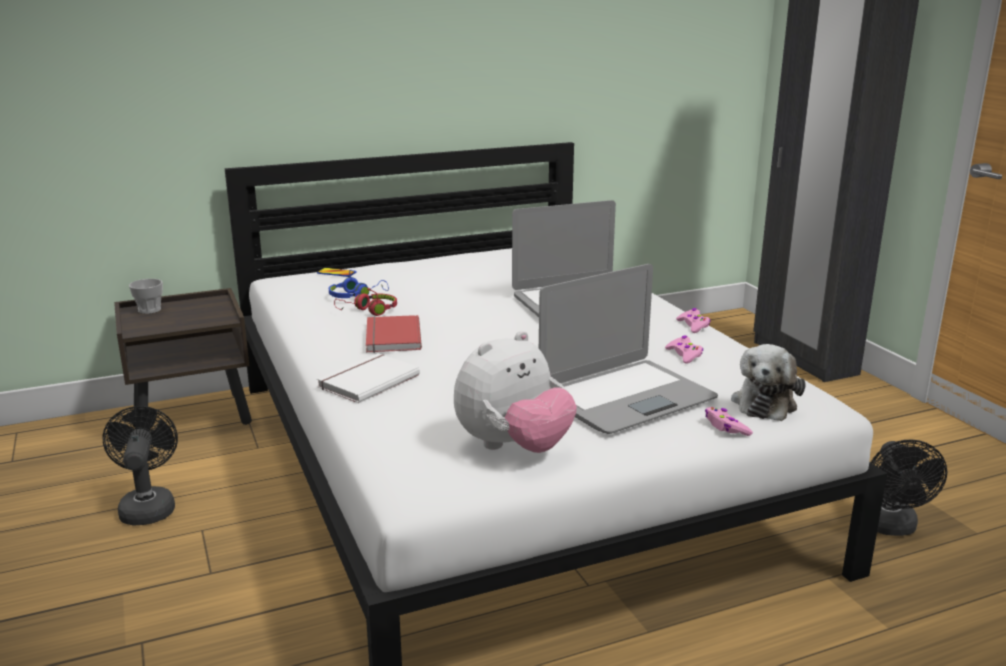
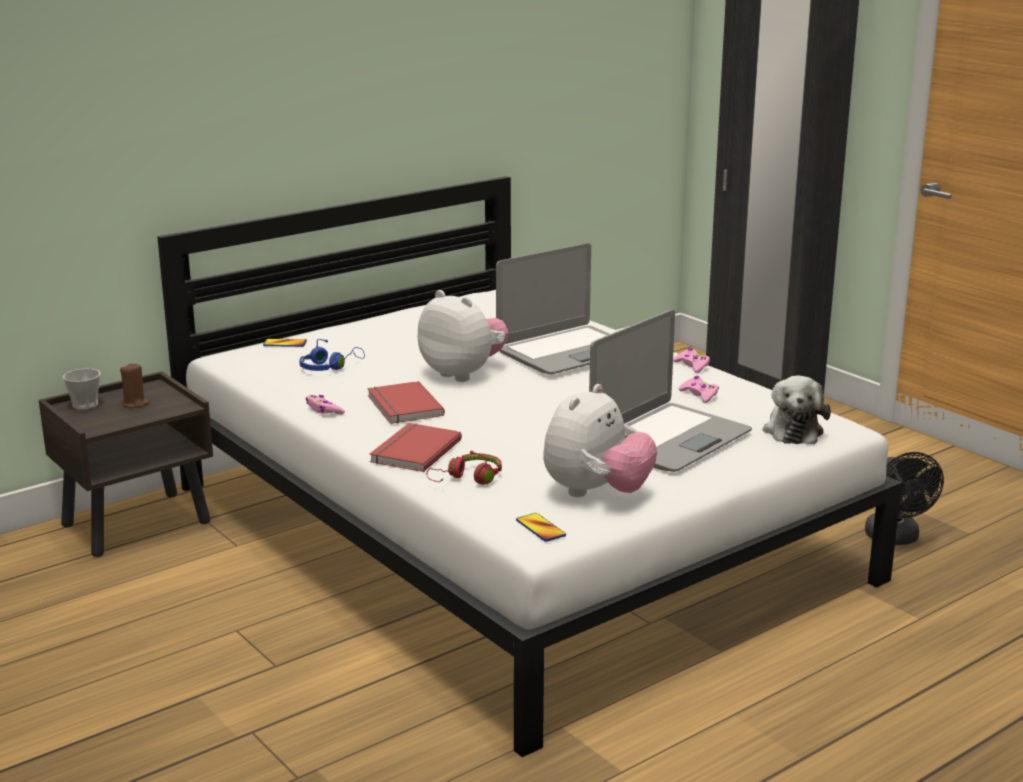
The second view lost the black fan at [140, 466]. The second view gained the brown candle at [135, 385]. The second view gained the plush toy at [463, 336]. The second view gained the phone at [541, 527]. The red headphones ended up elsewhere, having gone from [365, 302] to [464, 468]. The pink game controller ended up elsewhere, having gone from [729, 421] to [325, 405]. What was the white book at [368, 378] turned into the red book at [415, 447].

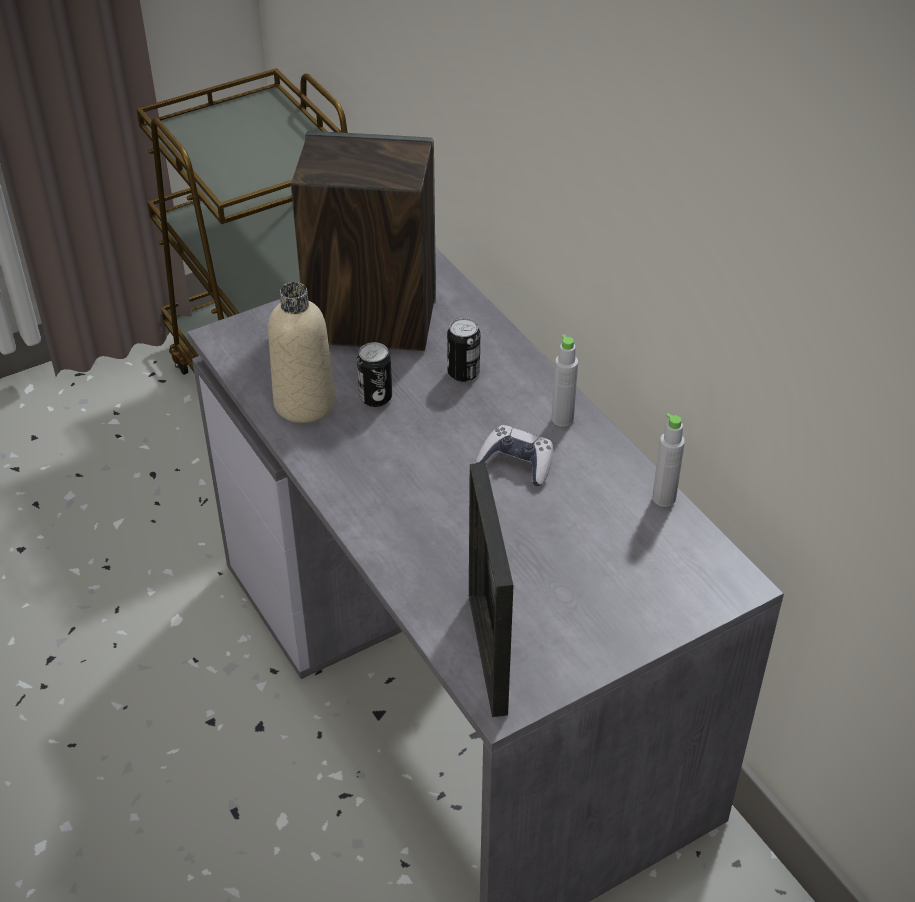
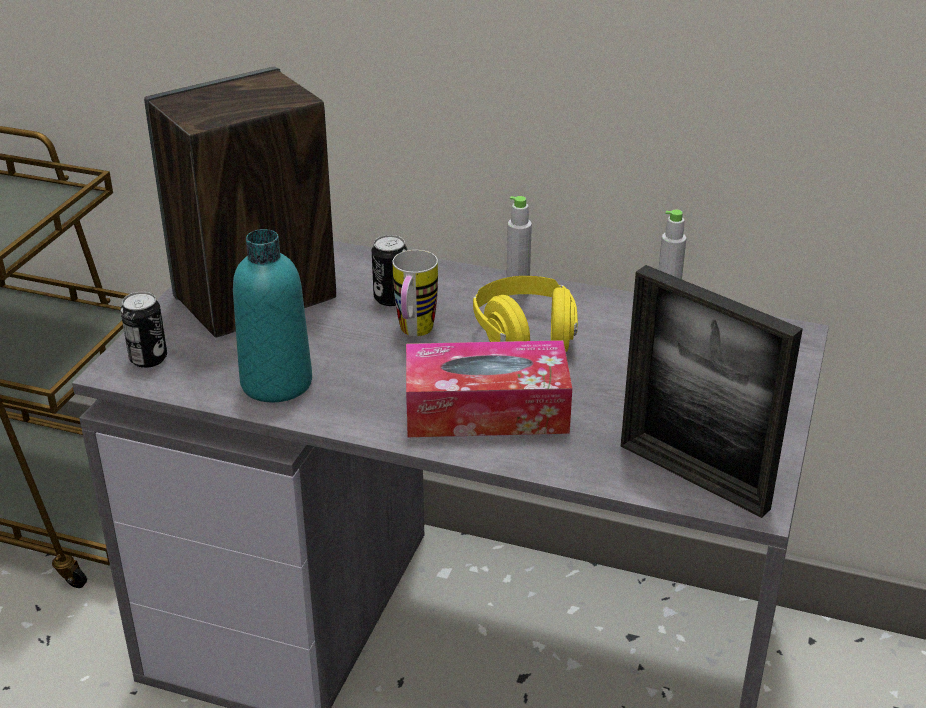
The second view gained the mug at [415, 293]. The second view gained the tissue box at [489, 388]. The can ended up elsewhere, having gone from [374, 374] to [143, 330]. Where the game controller stood at [514, 455], the yellow headphones came to stand at [525, 314]. What was the beige bottle at [301, 352] turned into the turquoise bottle at [272, 315].

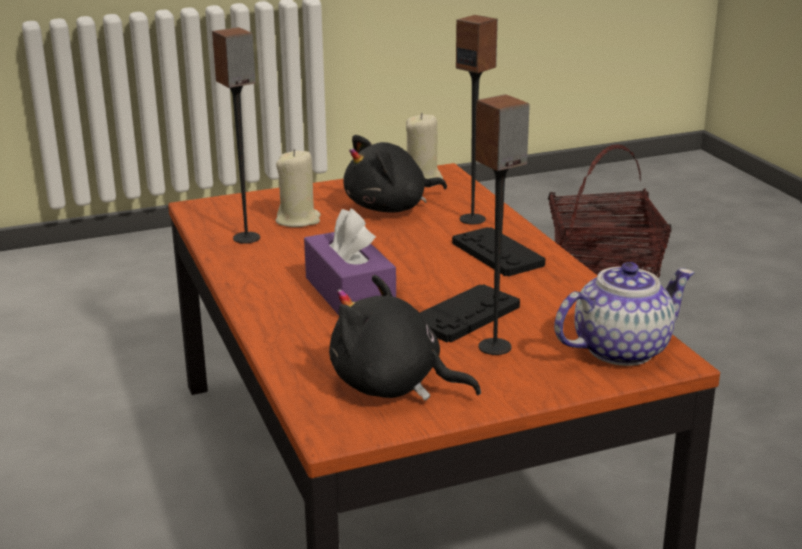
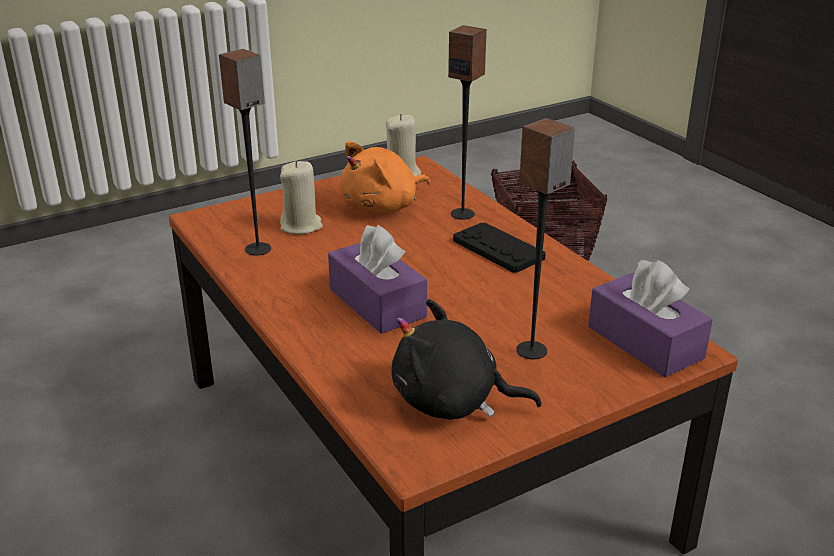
The second view lost the black game controller at [470, 313]. Where the teapot stood at [624, 314], the purple tissue box came to stand at [650, 318]. What was the black plush toy at [395, 174] turned into the orange plush toy at [384, 177].

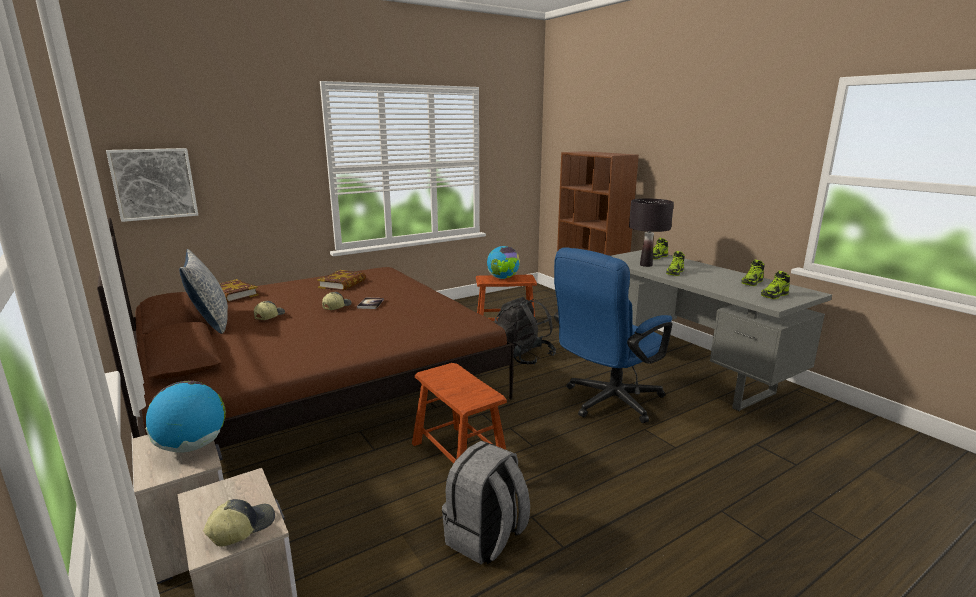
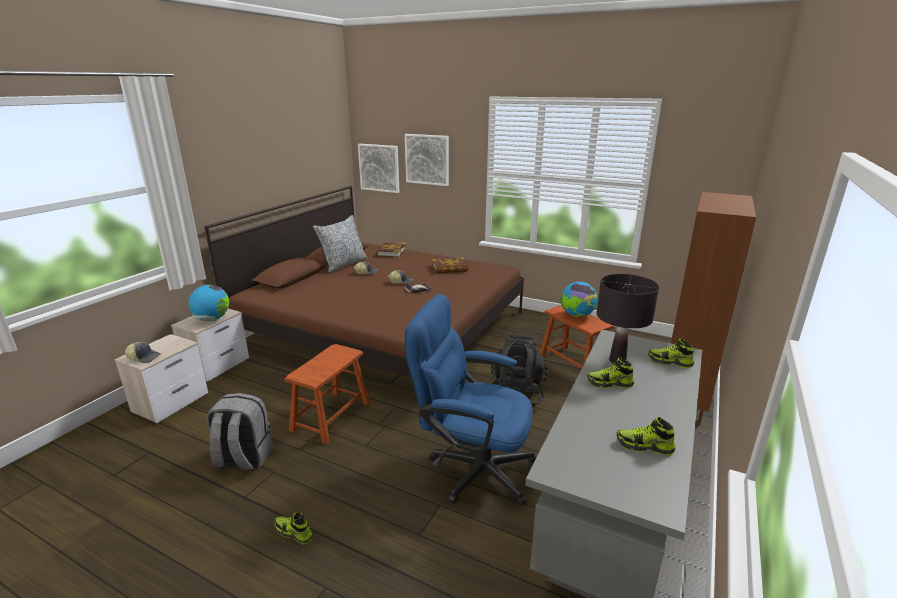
The second view gained the picture at [427, 160]. The shoe ended up elsewhere, having gone from [775, 285] to [294, 528].

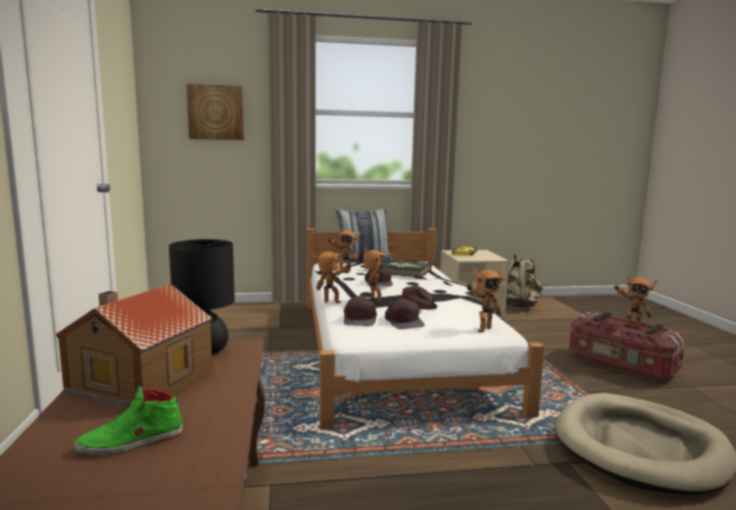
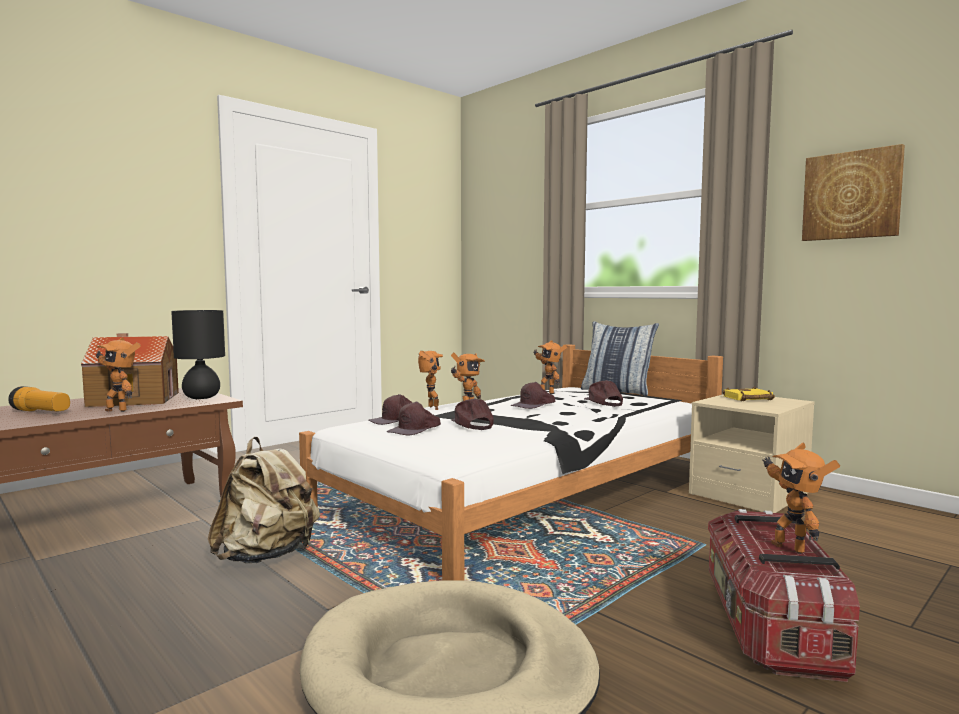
The picture ended up elsewhere, having gone from [215, 112] to [853, 192]. The toy robot ended up elsewhere, having gone from [486, 300] to [118, 374]. The beige backpack ended up elsewhere, having gone from [524, 281] to [264, 500]. Where the green shoe stood at [128, 421], the flashlight came to stand at [39, 399]. Where the book stood at [407, 268], the brown cap came to stand at [603, 393].

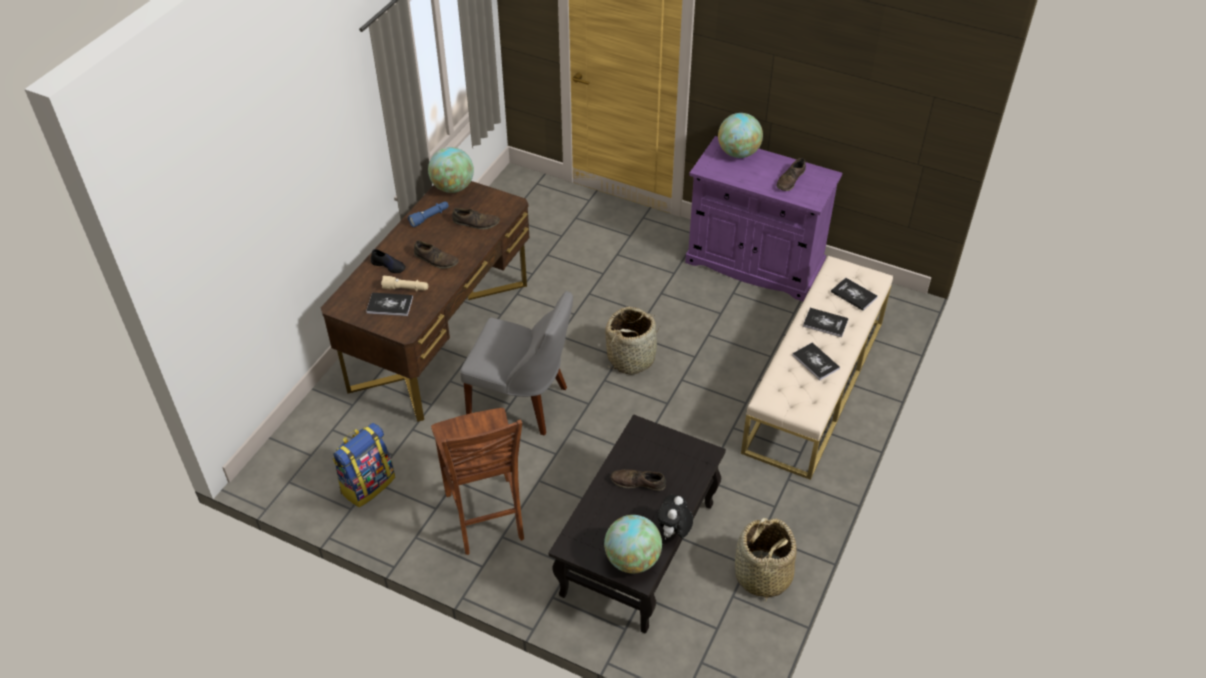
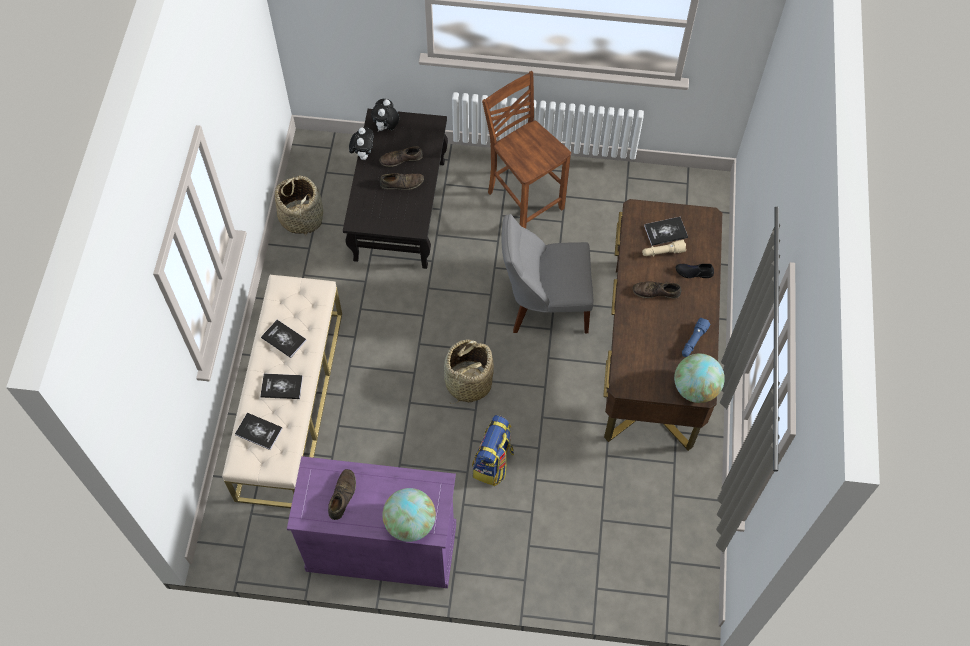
The backpack ended up elsewhere, having gone from [363, 465] to [493, 450]. The brown shoe ended up elsewhere, having gone from [476, 218] to [401, 156]. Where the globe stood at [633, 544], the plush toy came to stand at [385, 115].

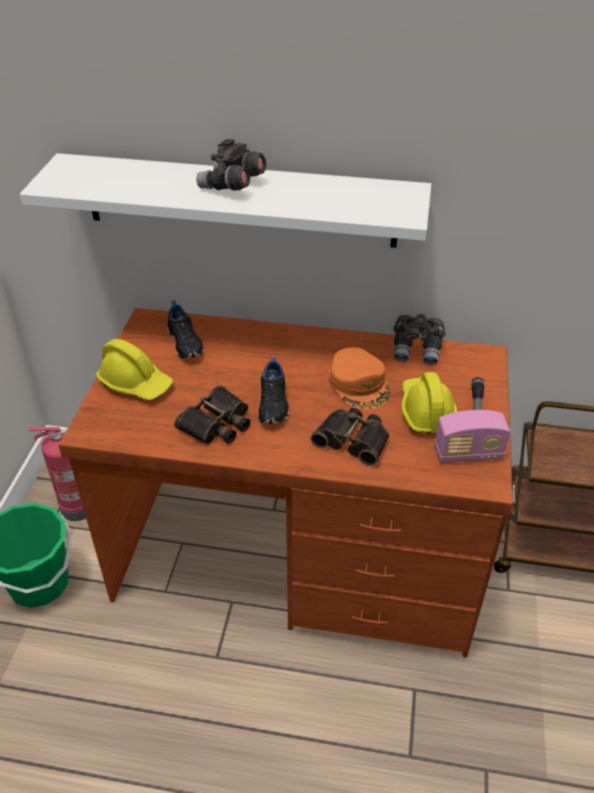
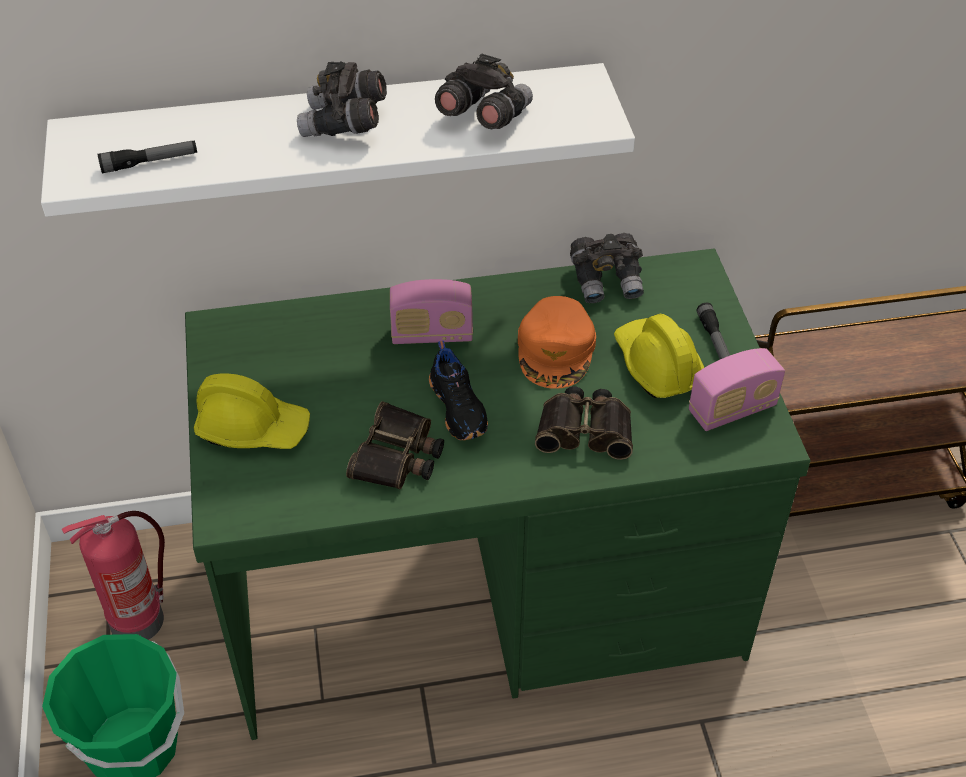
The second view lost the black shoe at [185, 330]. The second view gained the flashlight at [147, 157]. The second view gained the radio at [431, 311]. The second view gained the grey binoculars at [484, 91]. What was the brown desk at [285, 482] turned into the green desk at [498, 494]. The orange cap at [359, 378] ended up facing another way, 45 degrees clockwise from before.

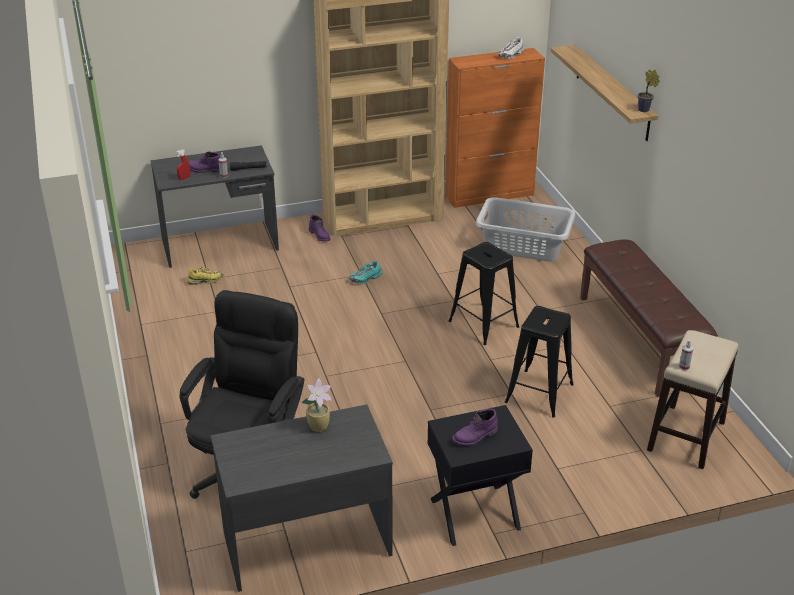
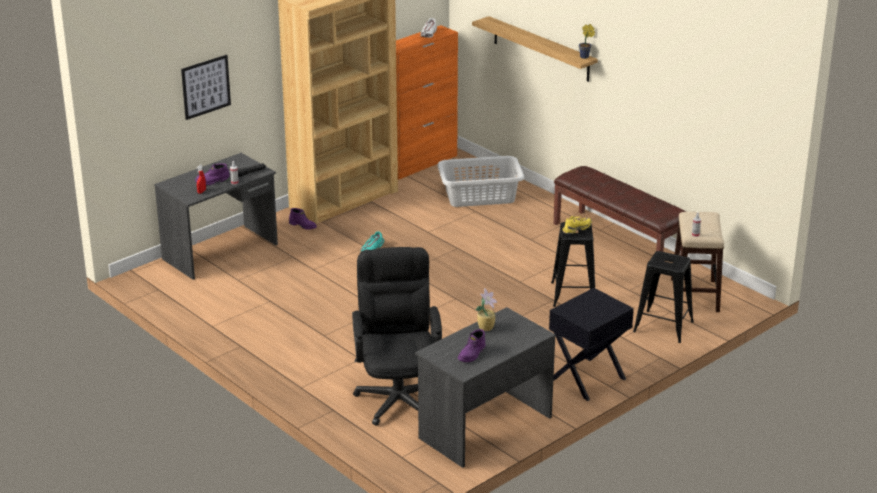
The second view gained the picture at [206, 87]. The yellow shoe ended up elsewhere, having gone from [205, 276] to [577, 225]. The black stool ended up elsewhere, having gone from [484, 293] to [663, 297]. The purple boot ended up elsewhere, having gone from [474, 427] to [472, 345].

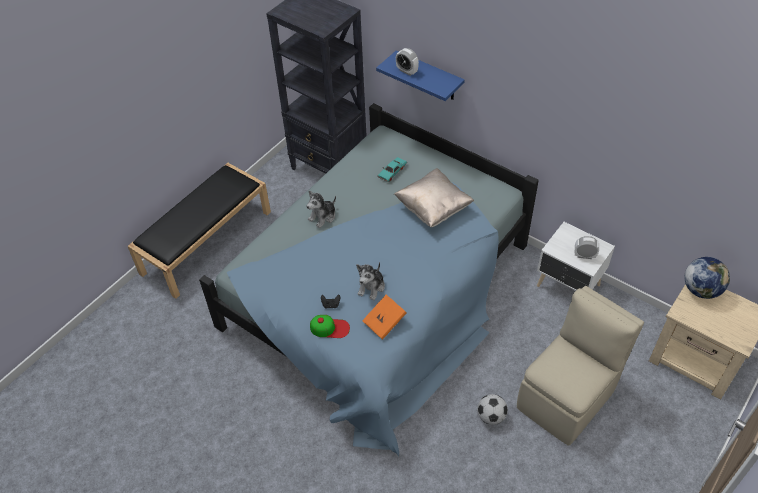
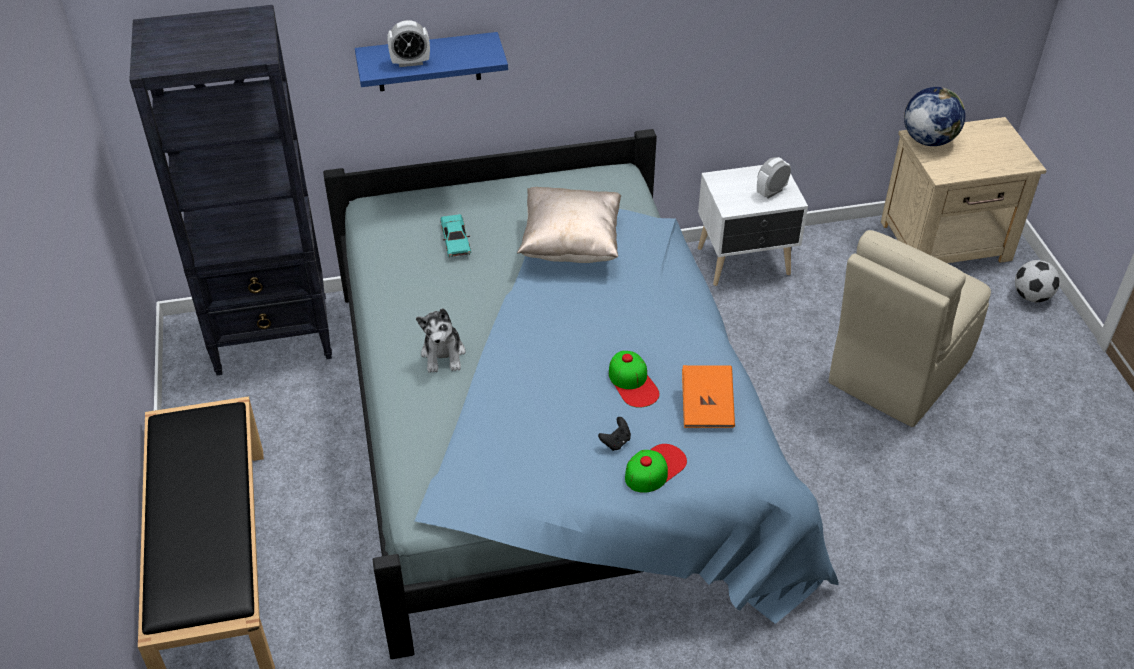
The football ended up elsewhere, having gone from [492, 409] to [1037, 281]. Where the plush toy stood at [370, 281], the cap came to stand at [634, 379]. The beige chair at [580, 366] ended up facing another way, 135 degrees counterclockwise from before.

